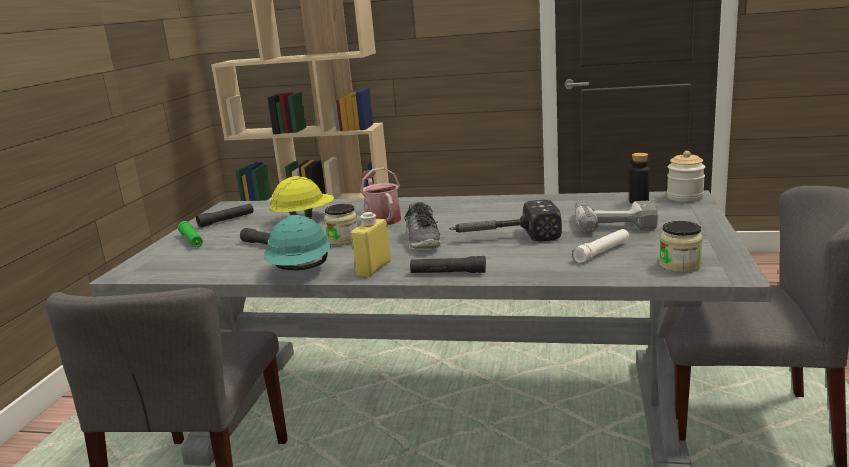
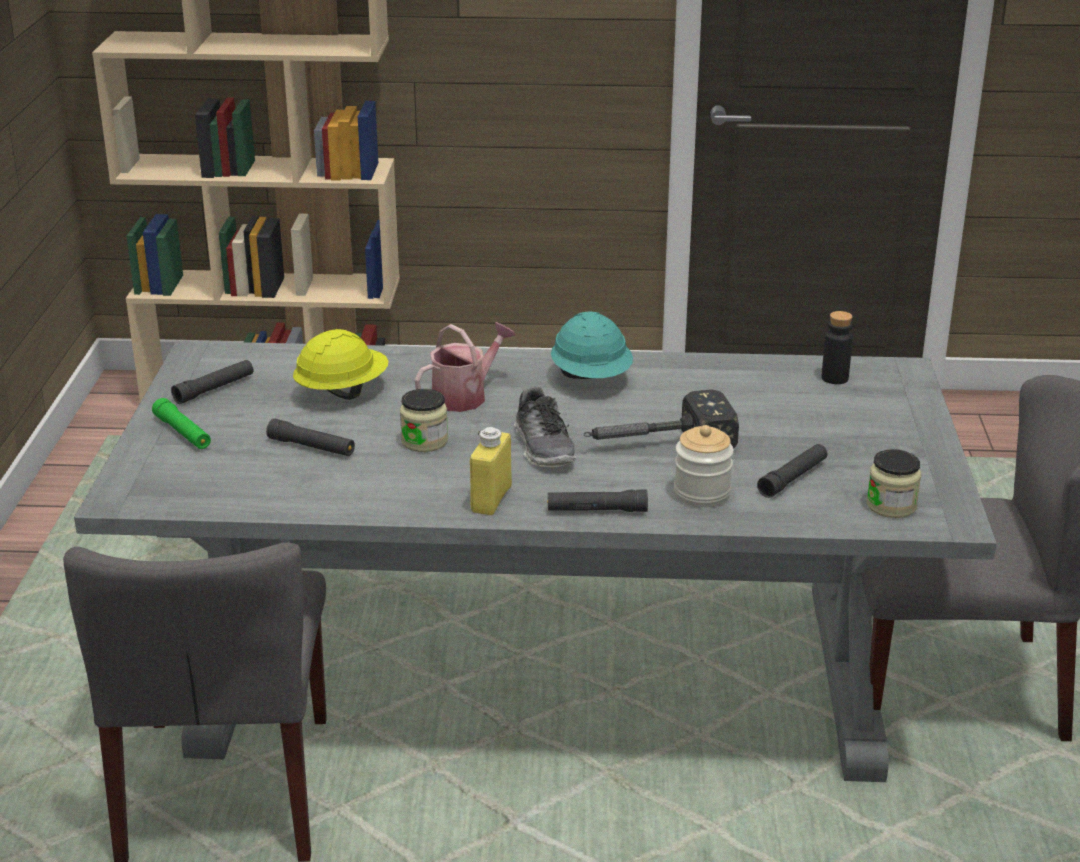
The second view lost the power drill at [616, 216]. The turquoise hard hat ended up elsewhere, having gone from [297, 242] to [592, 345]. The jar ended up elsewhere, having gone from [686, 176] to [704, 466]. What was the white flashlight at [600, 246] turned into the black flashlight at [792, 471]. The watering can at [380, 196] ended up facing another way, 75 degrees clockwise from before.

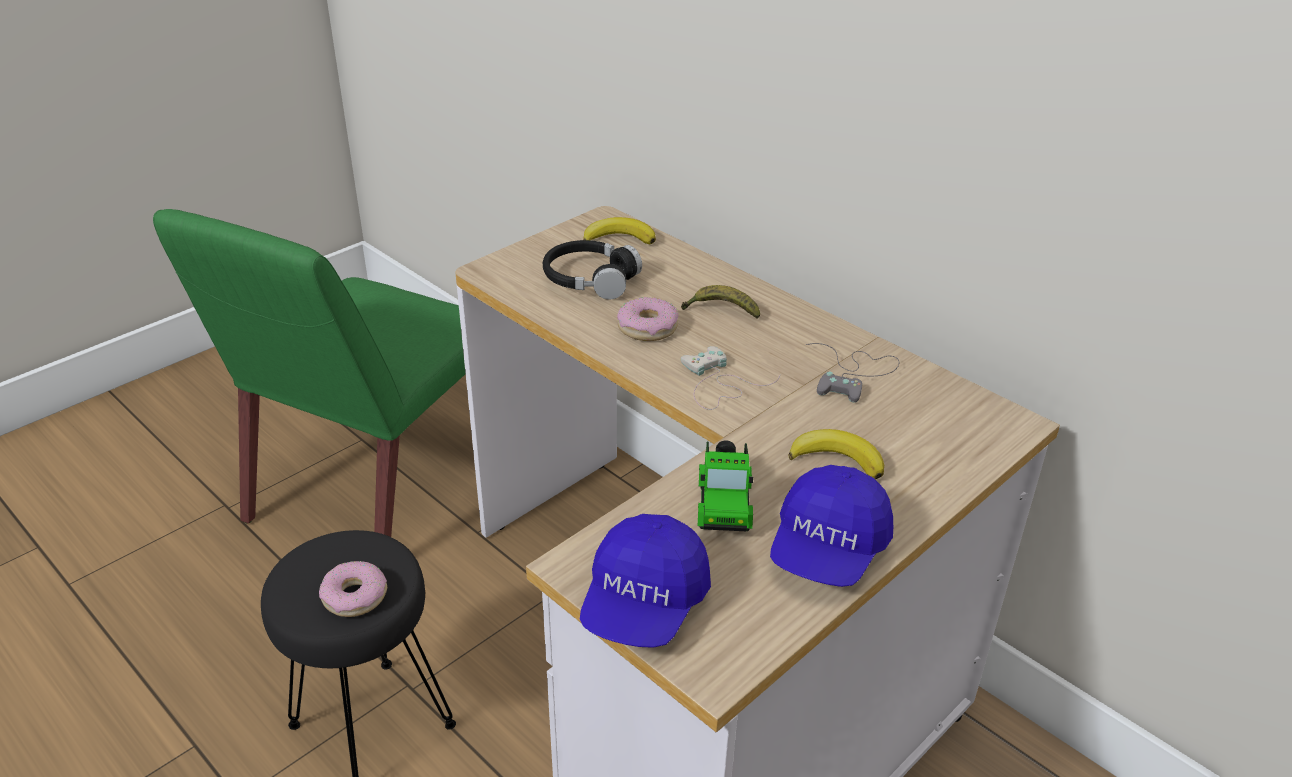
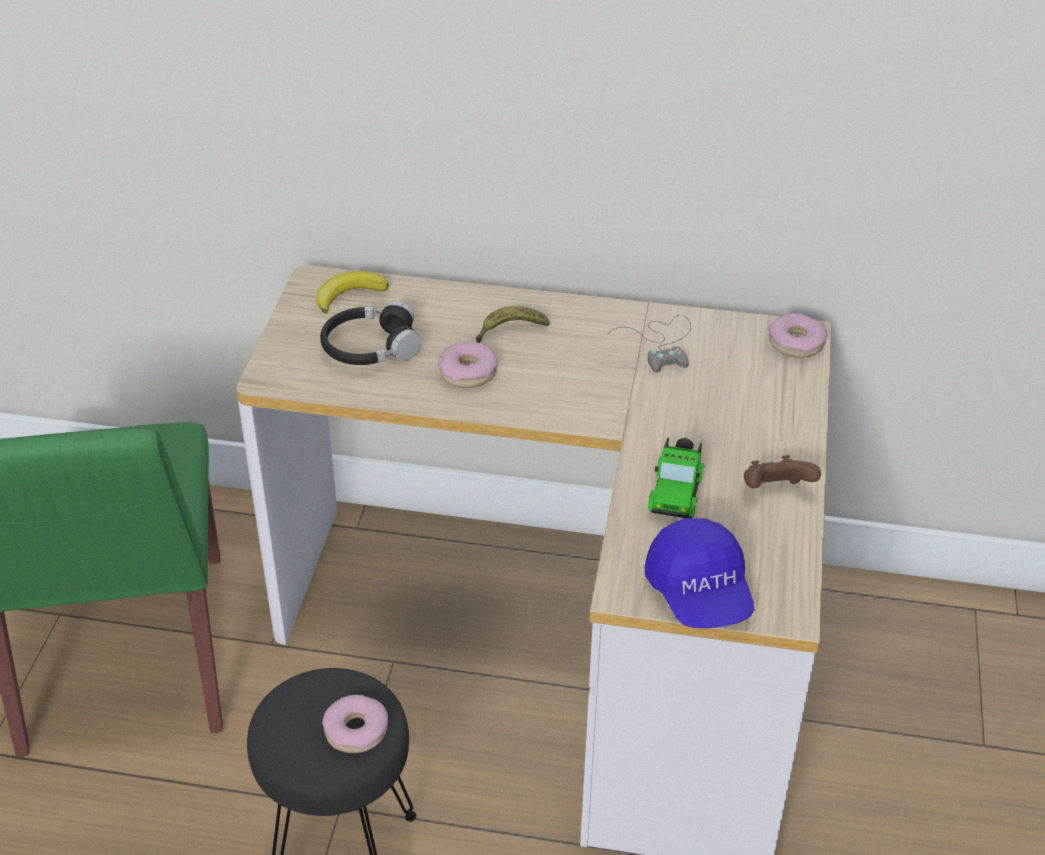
The second view lost the white game controller at [730, 378]. The second view lost the banana at [836, 454]. The second view gained the donut at [798, 335]. Where the blue cap stood at [831, 526], the brown game controller came to stand at [782, 471]. The toy car at [725, 486] ended up facing another way, 45 degrees clockwise from before.

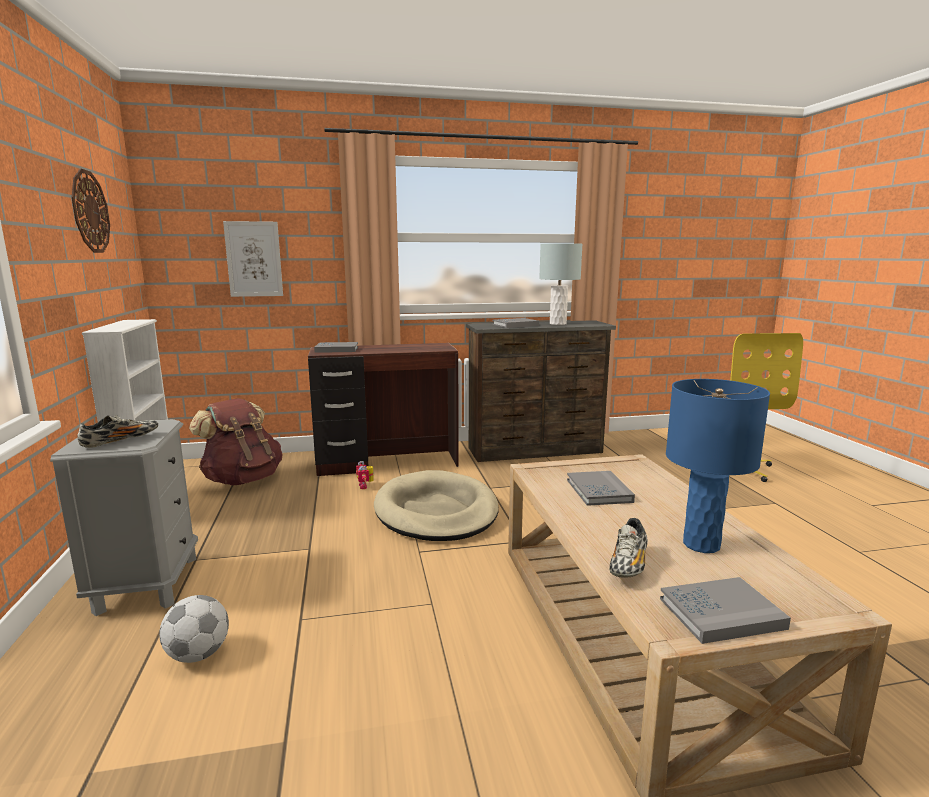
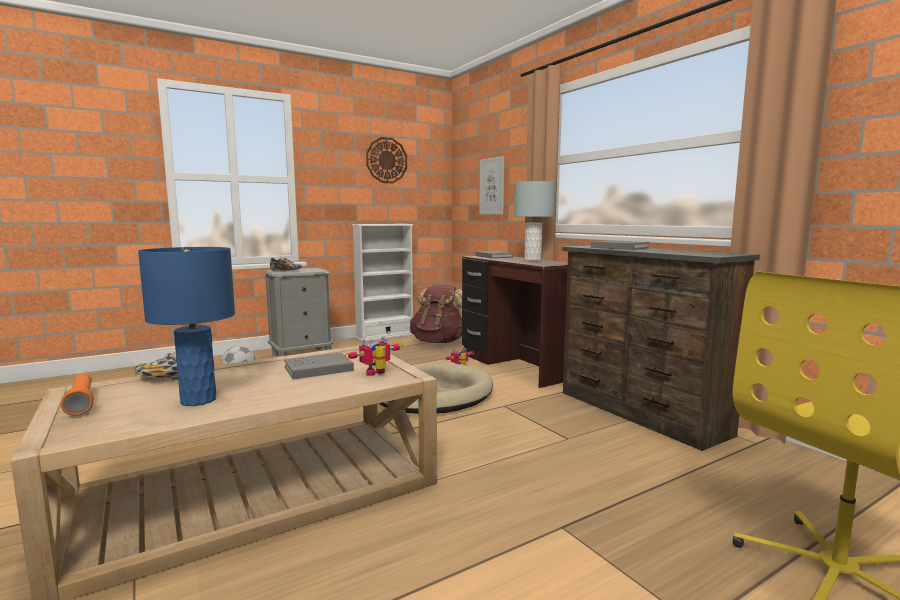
The second view gained the toy robot at [373, 356]. The grey table lamp ended up elsewhere, having gone from [560, 284] to [534, 221]. Where the grey book stood at [725, 610], the orange flashlight came to stand at [77, 394].

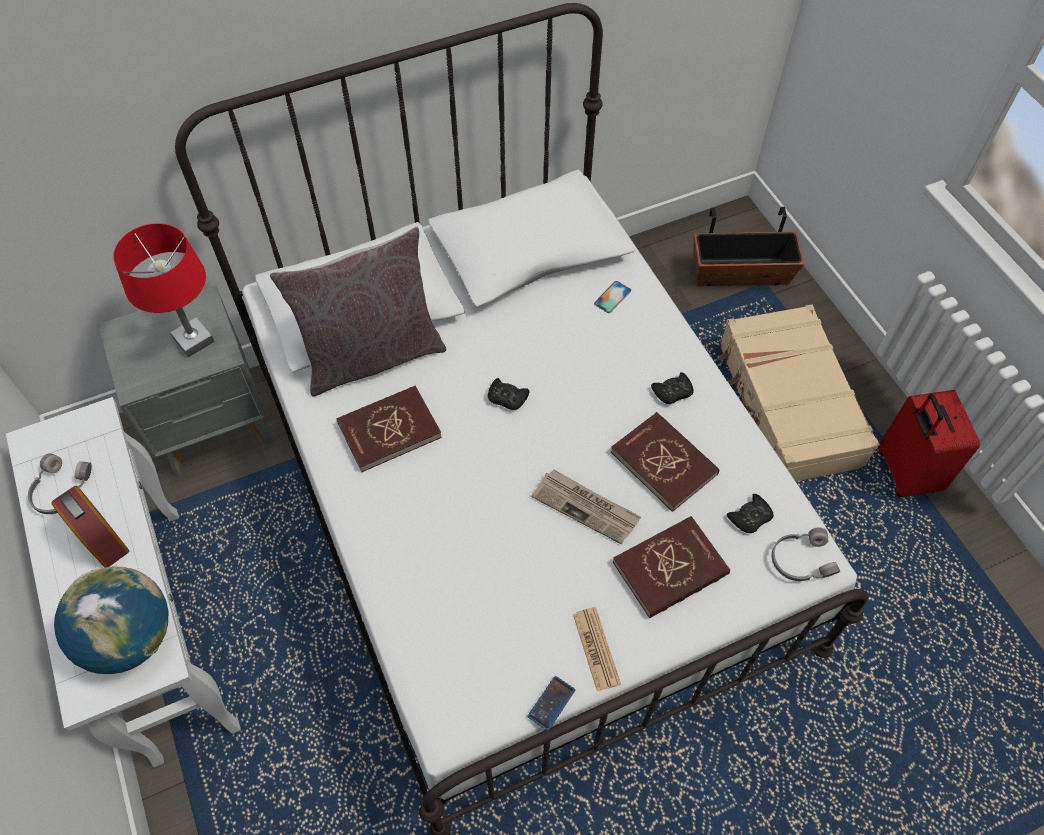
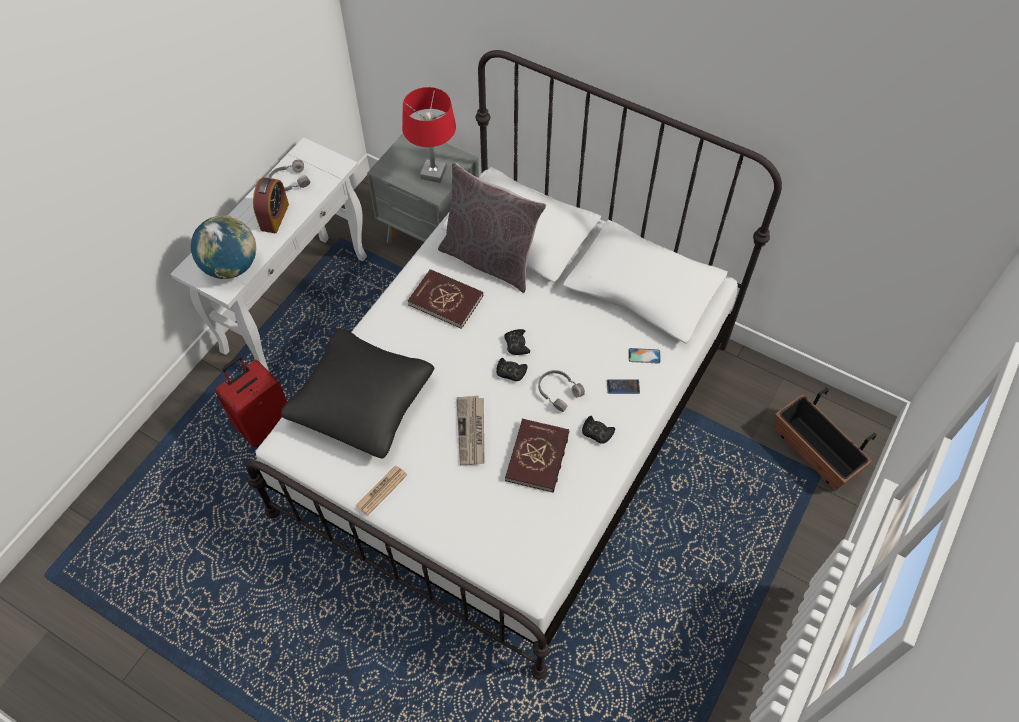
The second view lost the red book at [671, 567]. The second view lost the beige suitcase at [799, 392]. The second view gained the black pillow at [357, 393]. The phone ended up elsewhere, having gone from [551, 703] to [623, 386]. The black game controller ended up elsewhere, having gone from [750, 513] to [512, 369]. The grey headphones ended up elsewhere, having gone from [806, 554] to [561, 391]. The red suitcase ended up elsewhere, having gone from [929, 443] to [251, 401].

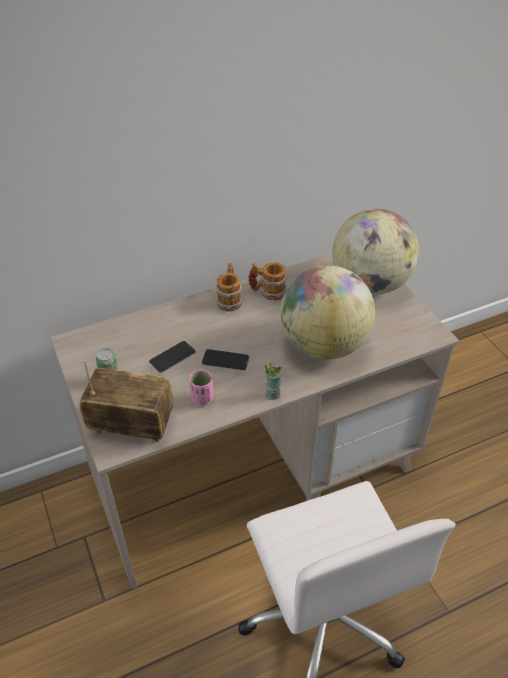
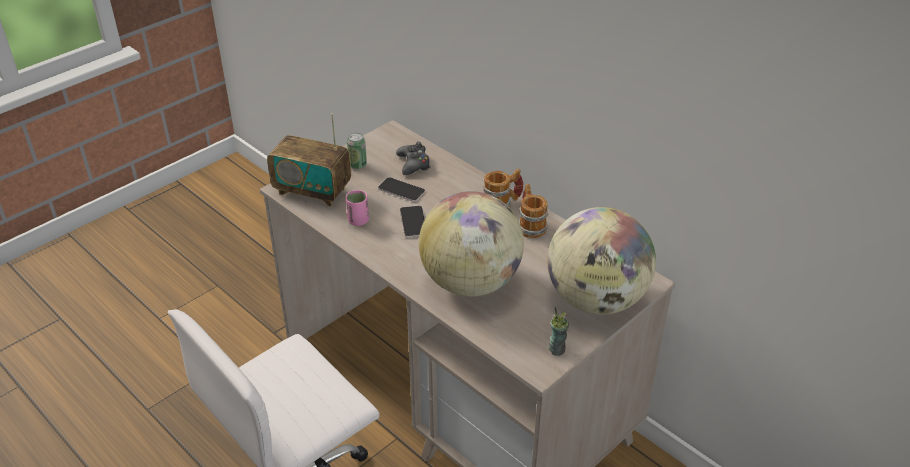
The second view gained the black game controller at [413, 158]. The cup ended up elsewhere, having gone from [273, 381] to [558, 331]. The radio at [126, 401] ended up facing another way, 120 degrees clockwise from before.

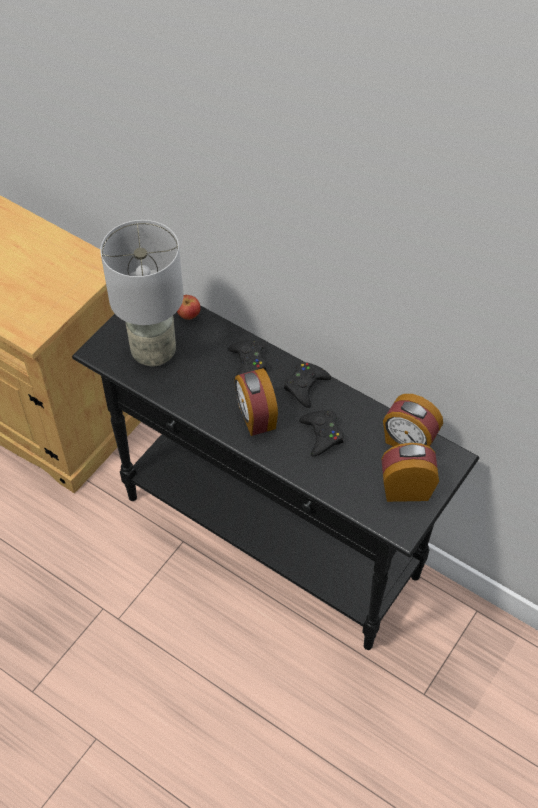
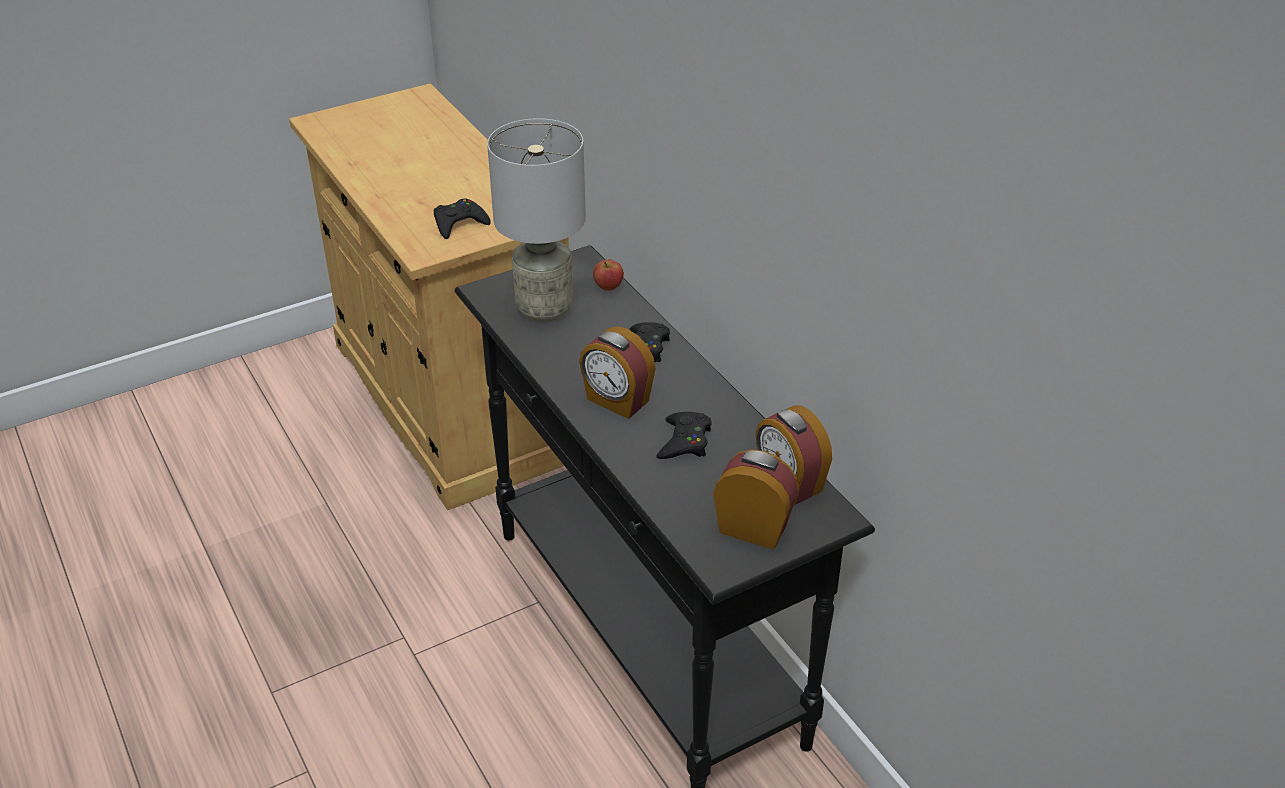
The black game controller ended up elsewhere, having gone from [307, 385] to [462, 219]. The alarm clock at [256, 402] ended up facing another way, 60 degrees counterclockwise from before.

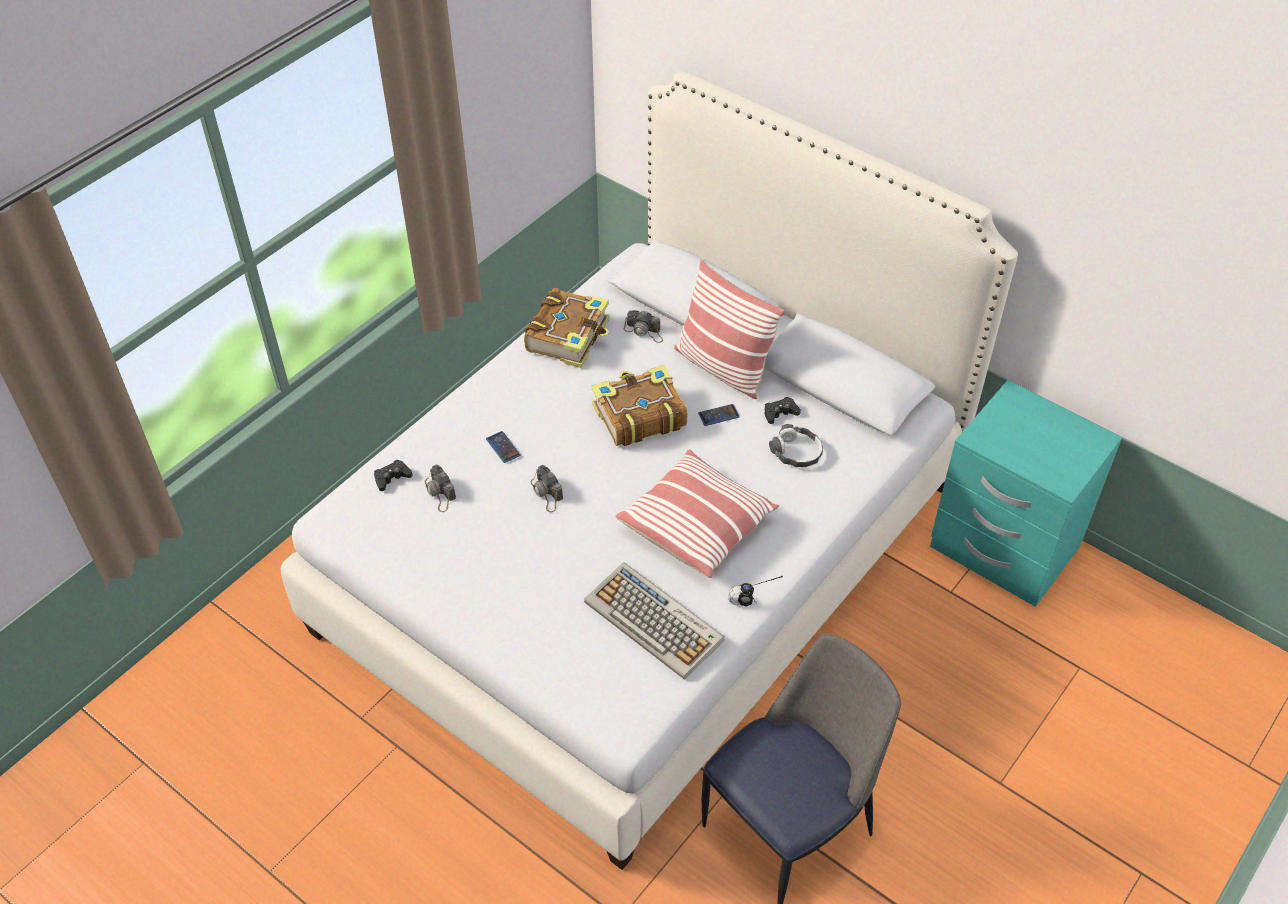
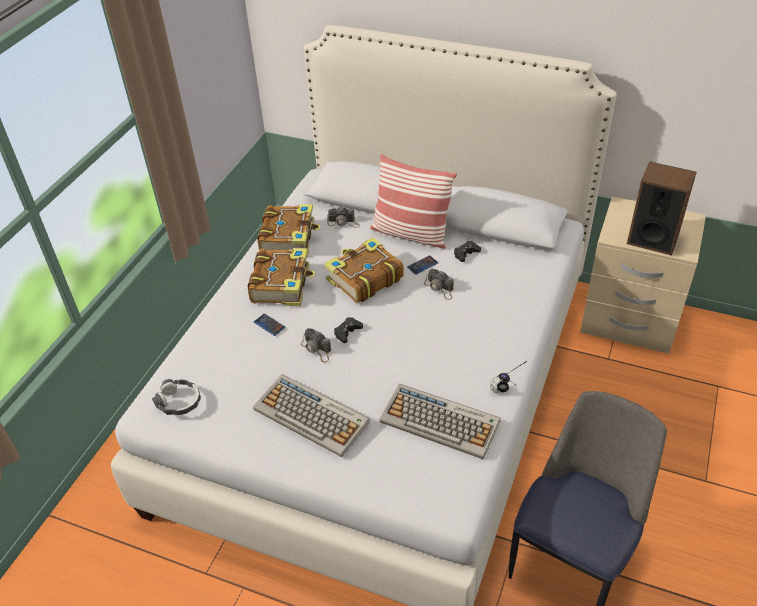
The second view lost the pillow at [697, 513]. The second view gained the book at [281, 277]. The second view gained the keyboard at [311, 415]. The second view gained the speaker at [662, 208]. The black game controller ended up elsewhere, having gone from [393, 475] to [348, 330]. The photo camera ended up elsewhere, having gone from [440, 488] to [439, 284]. The headphones ended up elsewhere, having gone from [796, 445] to [176, 397]. What was the turquoise nightstand at [1026, 493] turned into the beige nightstand at [643, 275].

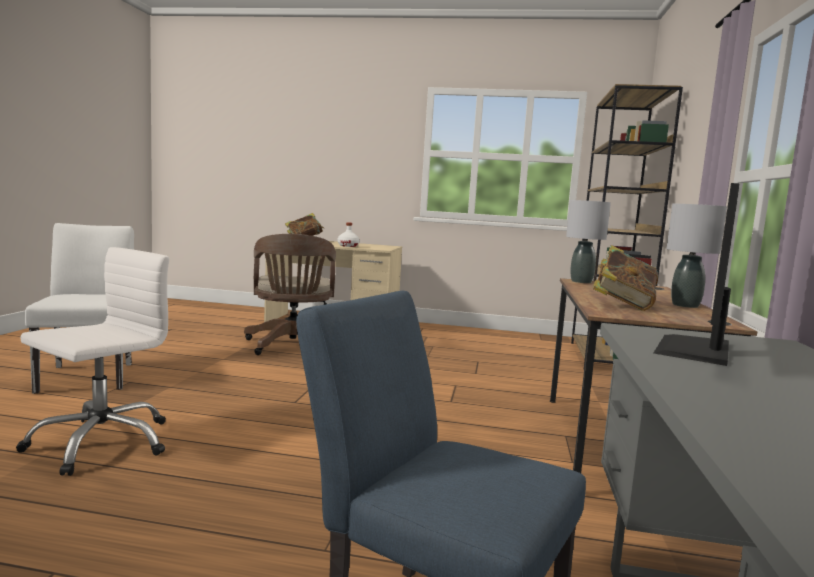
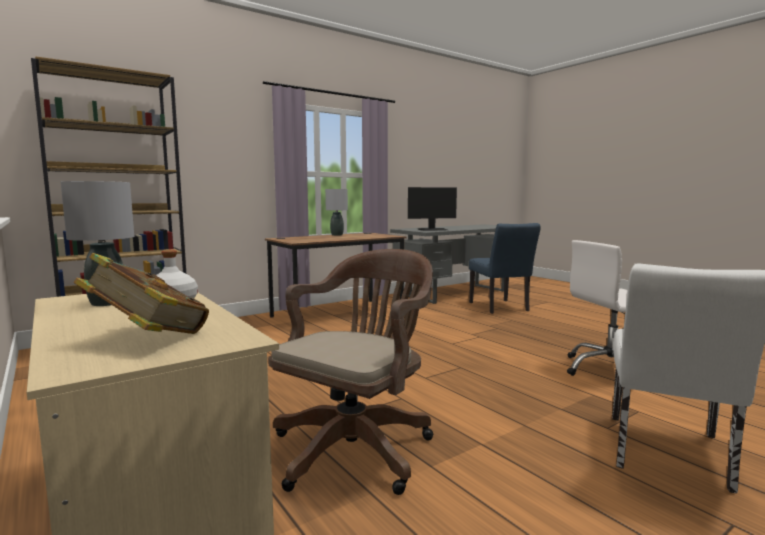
The second view lost the book at [625, 278]. The grey table lamp ended up elsewhere, having gone from [588, 241] to [97, 243].

